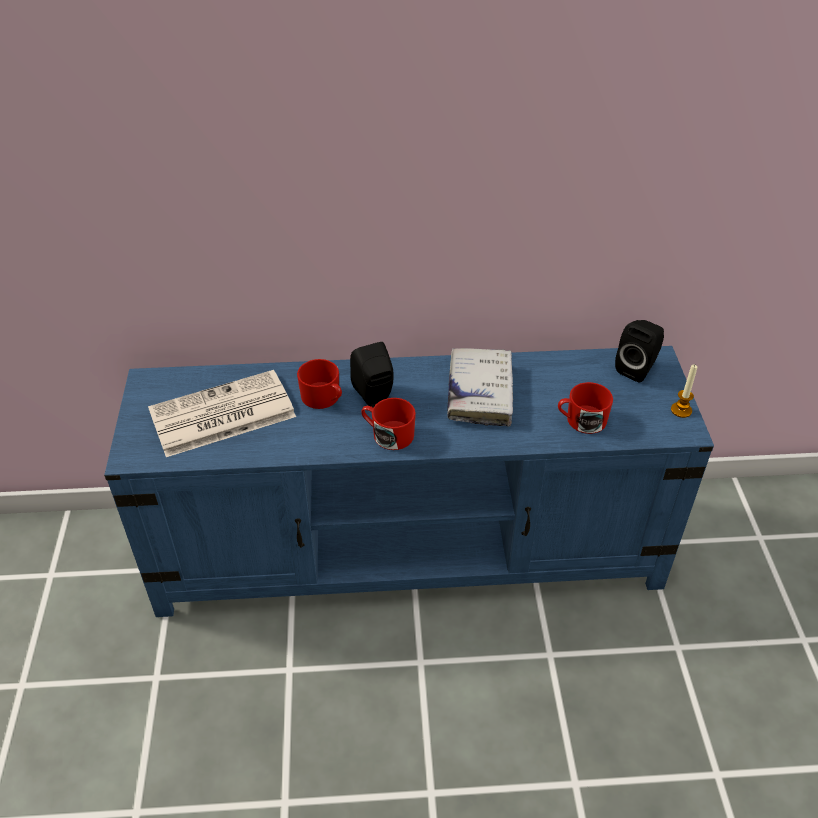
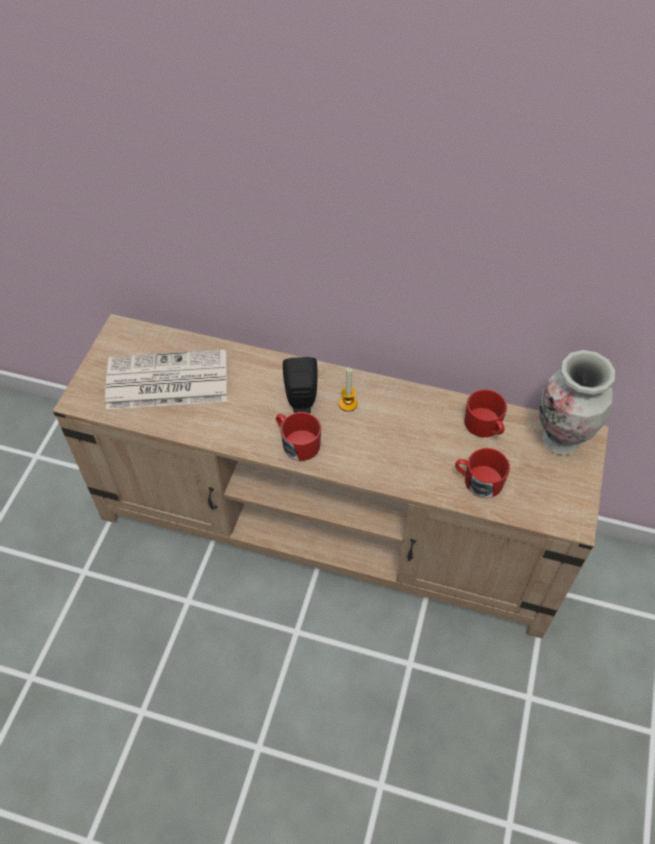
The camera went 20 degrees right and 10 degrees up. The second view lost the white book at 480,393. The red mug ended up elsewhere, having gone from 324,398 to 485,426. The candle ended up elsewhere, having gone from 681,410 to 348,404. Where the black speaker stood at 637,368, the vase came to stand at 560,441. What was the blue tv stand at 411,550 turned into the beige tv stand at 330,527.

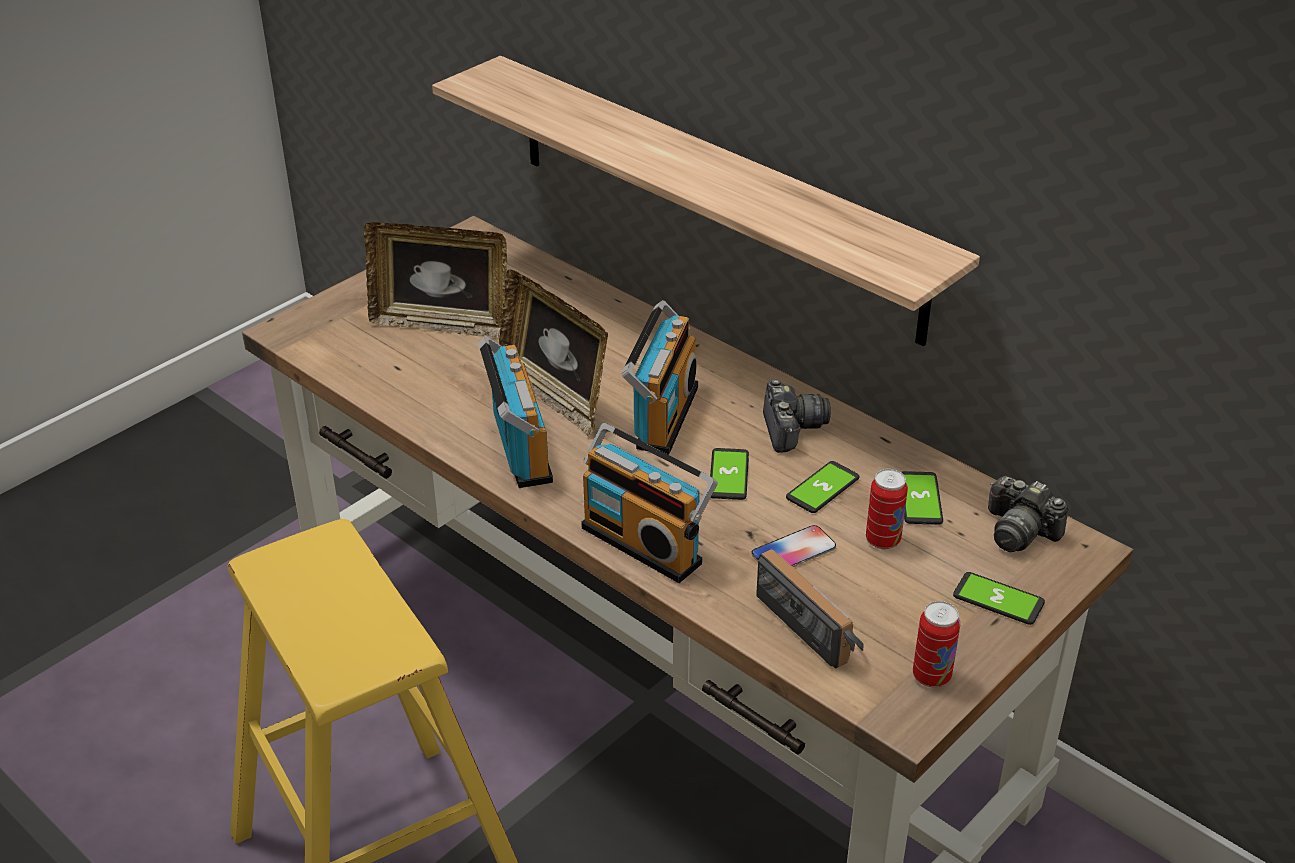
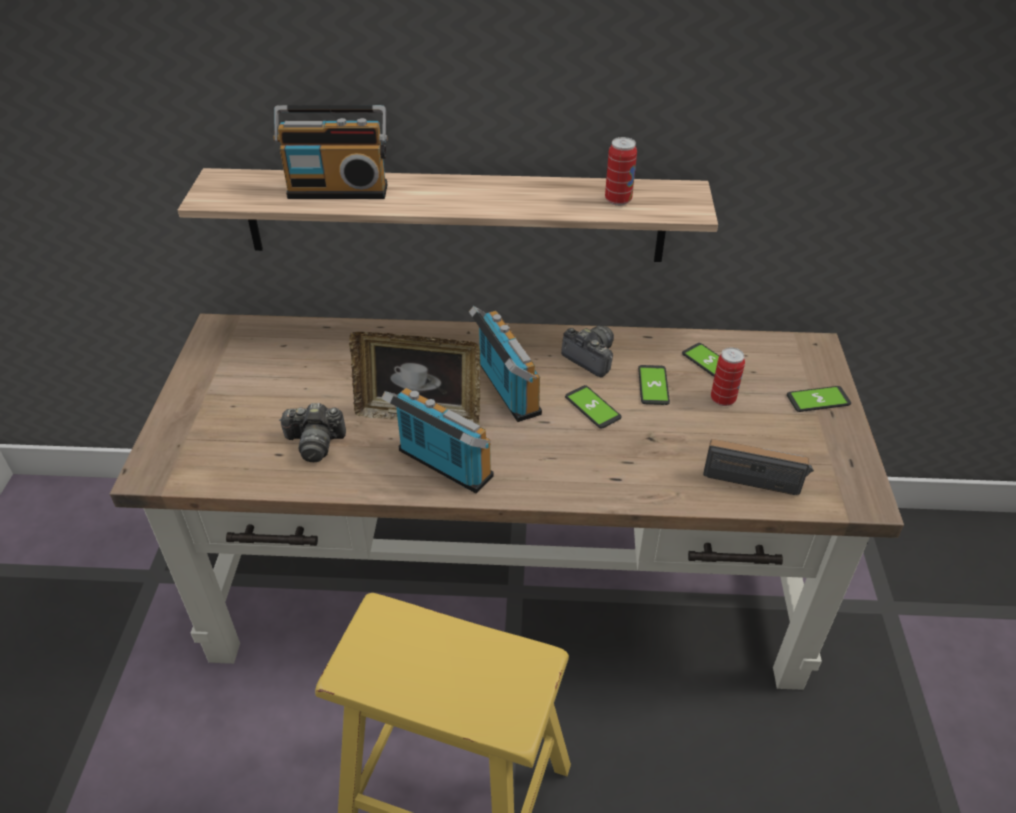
The camera went 40 degrees left and 5 degrees up. The second view lost the picture frame at 442,324. The second view lost the phone at 793,551. The radio ended up elsewhere, having gone from 645,542 to 339,189. The can ended up elsewhere, having gone from 931,676 to 618,200. The photo camera ended up elsewhere, having gone from 1019,531 to 315,443.

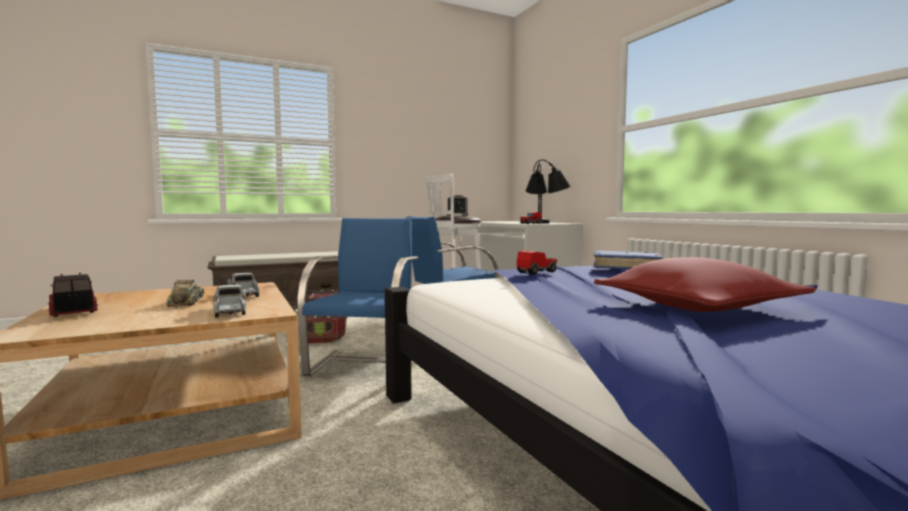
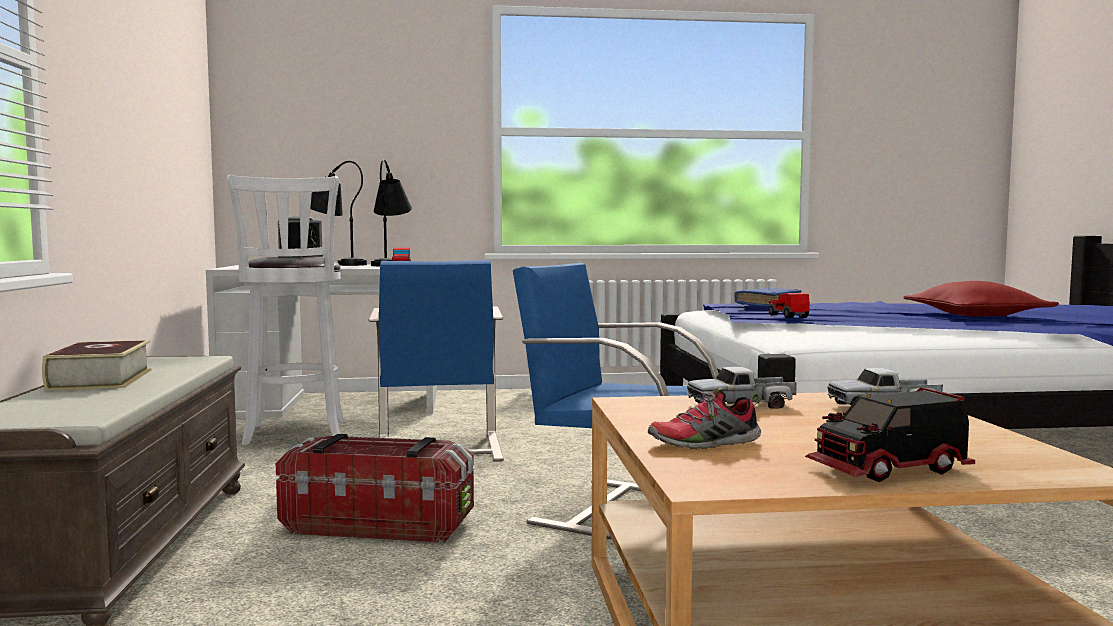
The camera went 70 degrees left and 0 degrees up. The second view lost the toy car at 186,302. The second view gained the book at 101,379. The second view gained the shoe at 705,444.

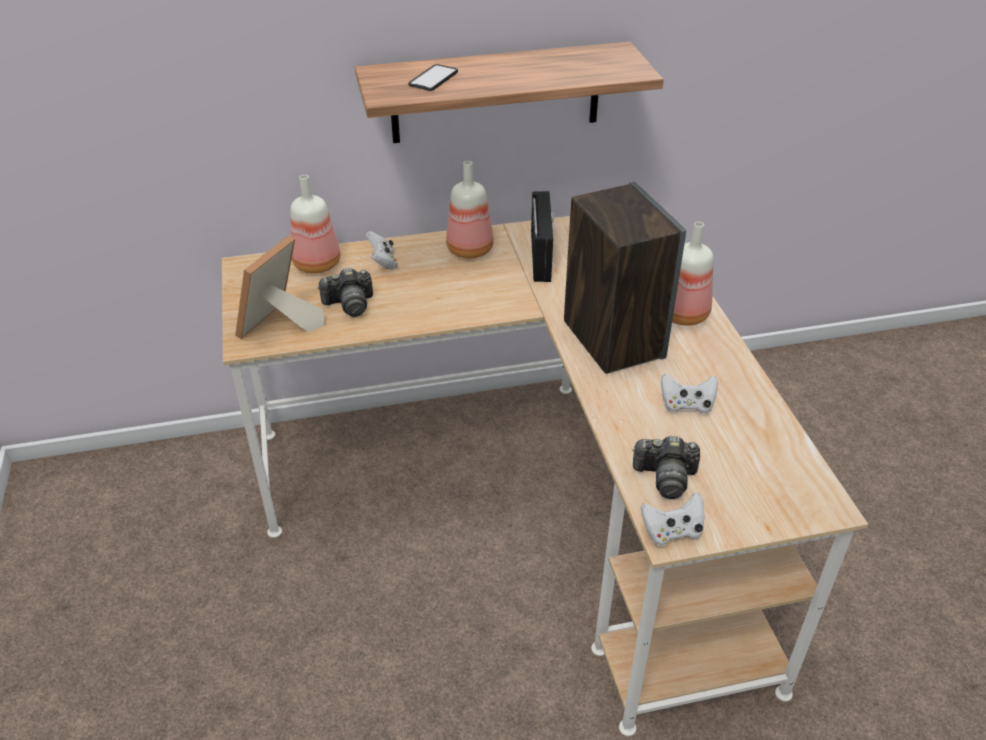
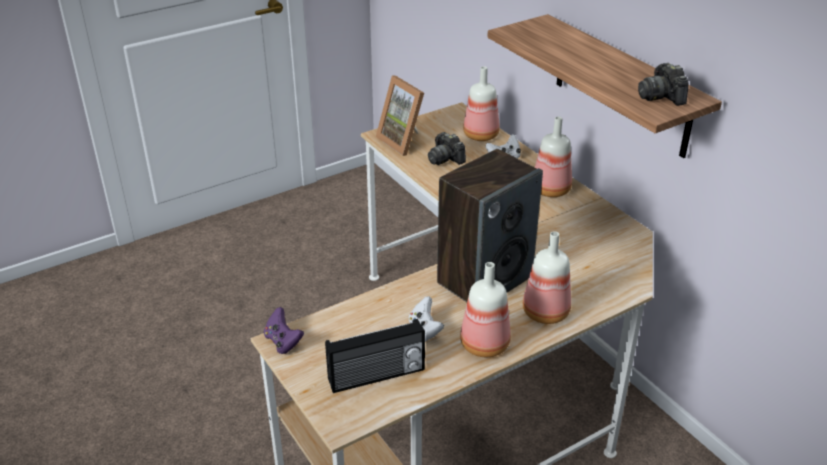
The camera went 70 degrees right and 5 degrees down. The second view lost the phone at 433,78. The second view gained the bottle at 483,344. The radio ended up elsewhere, having gone from 542,256 to 377,376. The photo camera ended up elsewhere, having gone from 665,477 to 661,96. What was the white game controller at 672,532 turned into the purple game controller at 283,342. The picture frame at 279,327 ended up facing another way, 135 degrees counterclockwise from before.

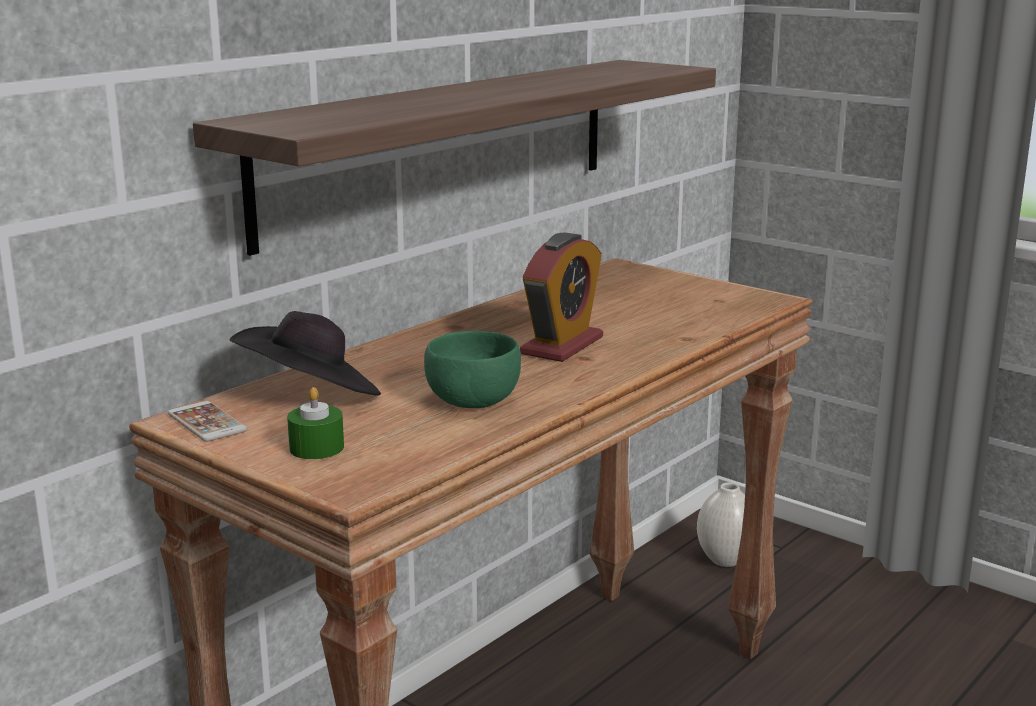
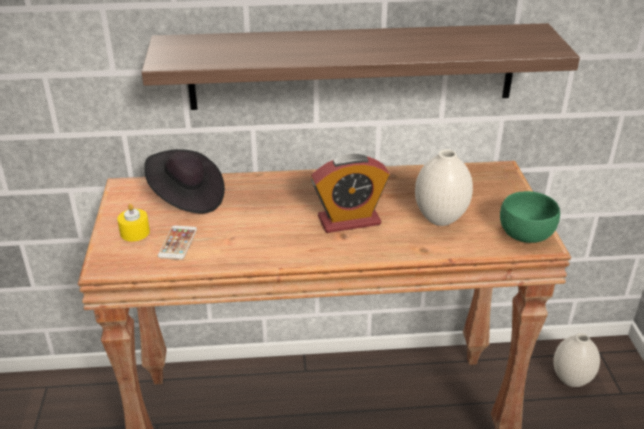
The camera went 45 degrees right and 15 degrees up. The second view gained the white vase at 440,218. The phone ended up elsewhere, having gone from 207,422 to 177,243. The green bowl ended up elsewhere, having gone from 472,400 to 525,234. What was the green candle at 316,448 turned into the yellow candle at 135,232.

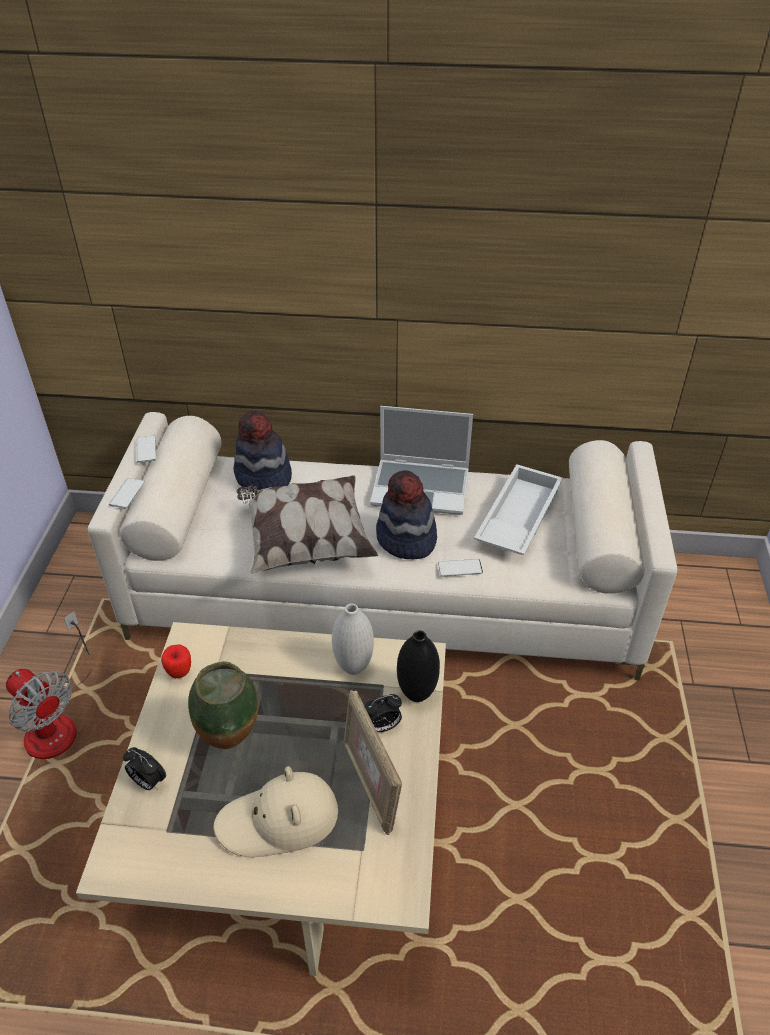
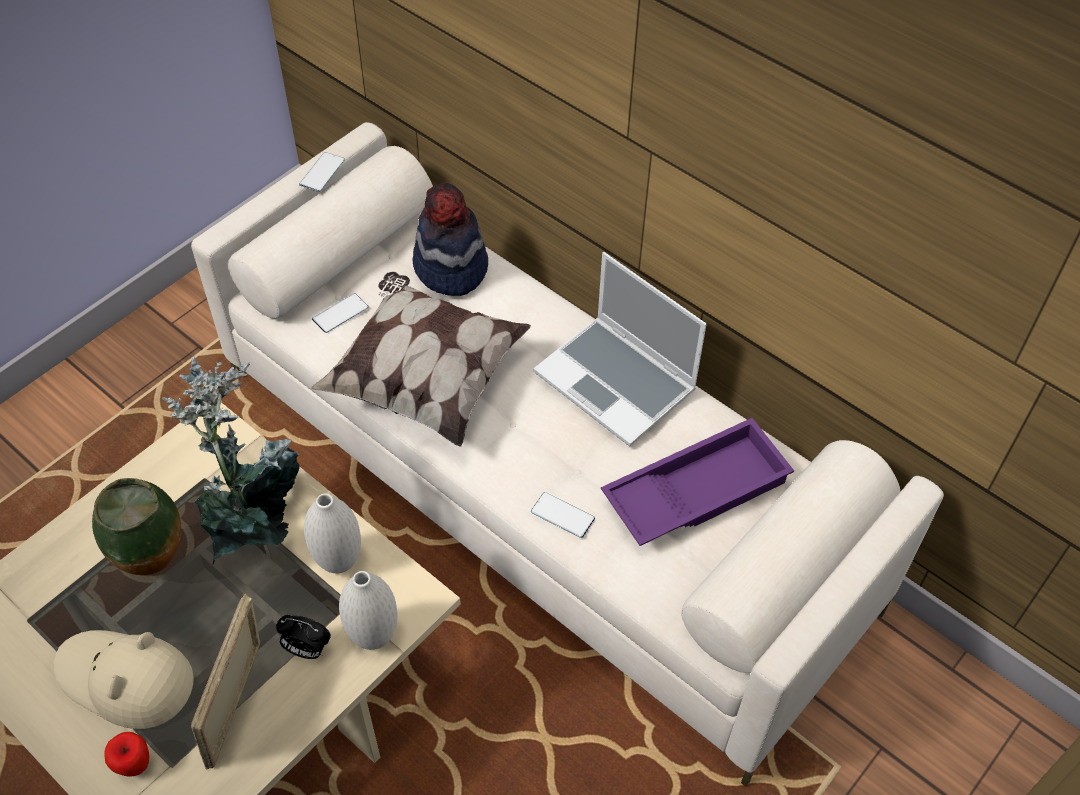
The camera went 35 degrees right and 10 degrees up. The second view lost the fan at 57,721. The second view lost the alarm clock at 148,781. The second view lost the hat at 406,539. The second view gained the potted plant at 256,522. The phone ended up elsewhere, having gone from 127,493 to 340,313. The apple ended up elsewhere, having gone from 180,673 to 135,766. What was the black vase at 417,694 turned into the white vase at 373,637. What was the white tray at 516,517 turned into the purple tray at 695,489.

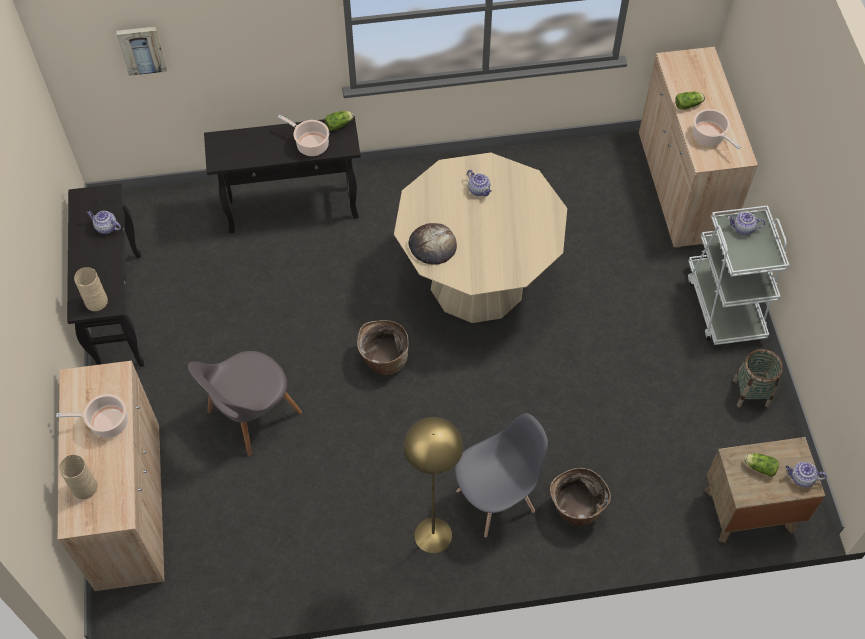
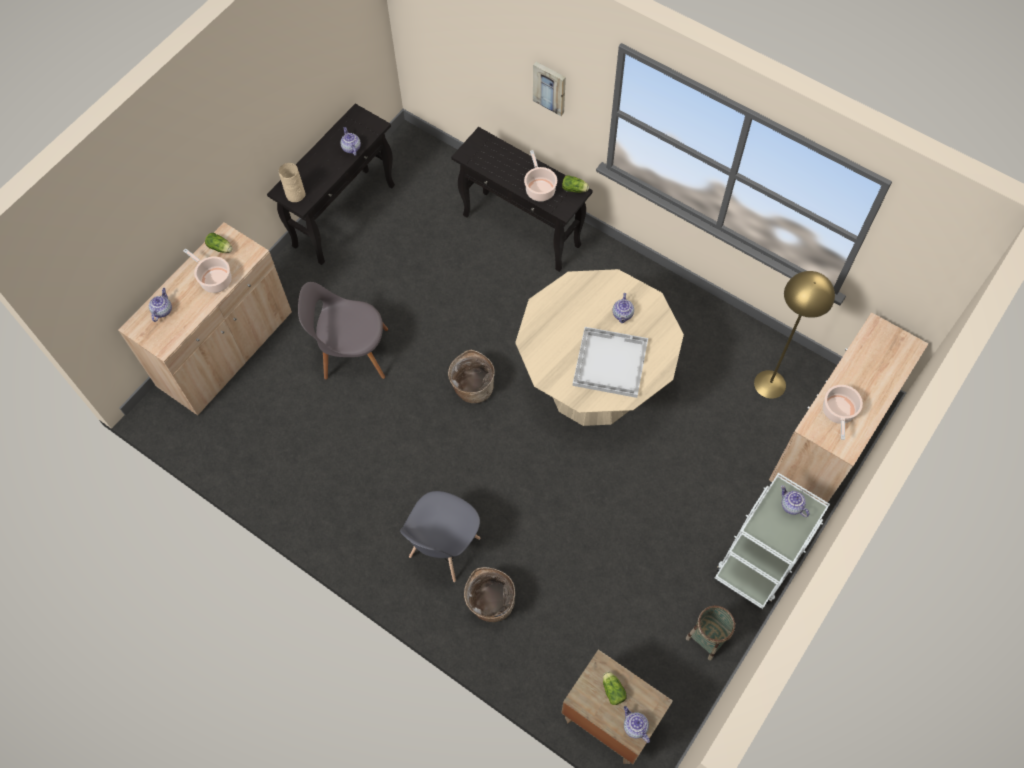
The camera went 45 degrees right and 5 degrees up. The second view lost the bread at 432,245. The second view gained the white tray at 609,362. The picture ended up elsewhere, having gone from 142,49 to 550,87. The yellow floor lamp ended up elsewhere, having gone from 433,535 to 770,384. The lettuce ended up elsewhere, having gone from 689,105 to 221,248. Where the beige vase stood at 84,487, the teapot came to stand at 162,310. The grey chair at 496,500 ended up facing another way, 105 degrees clockwise from before.

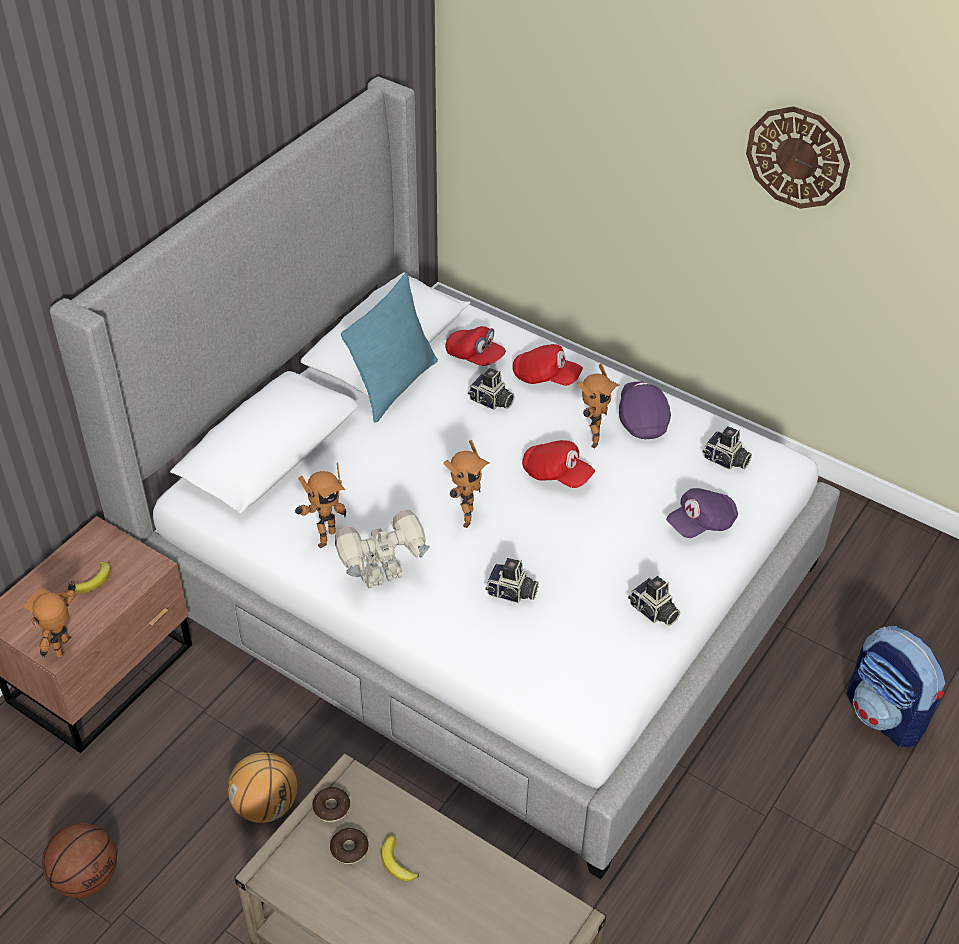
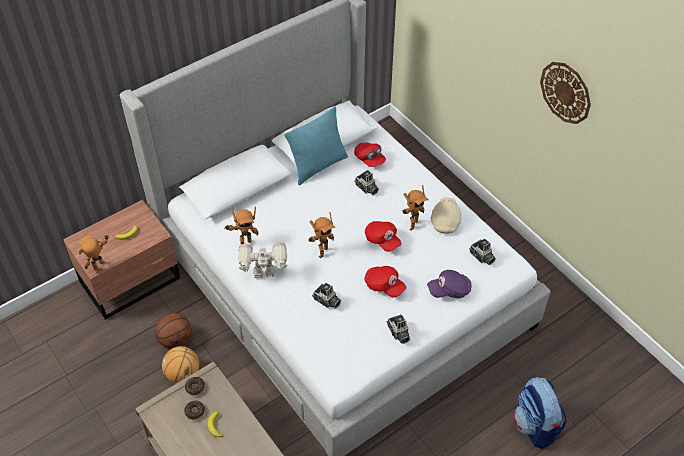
The camera went 20 degrees right and 5 degrees up. The basketball ended up elsewhere, having gone from 86,876 to 176,340. The red cap ended up elsewhere, having gone from 545,377 to 384,286. What was the purple cap at 642,420 turned into the beige cap at 445,220.

